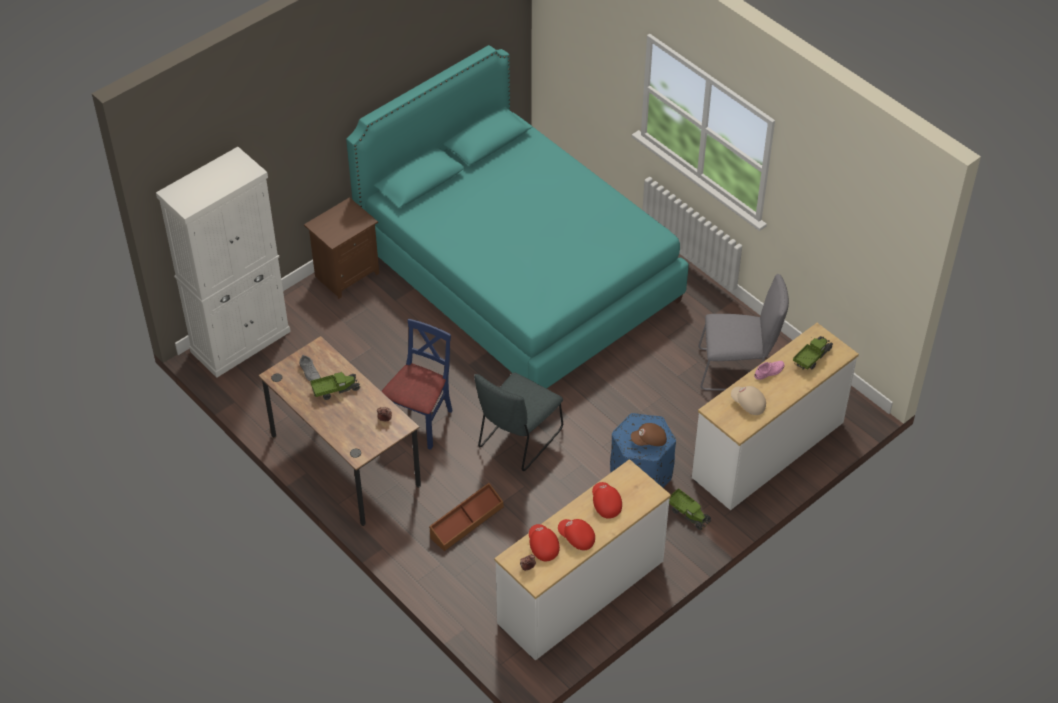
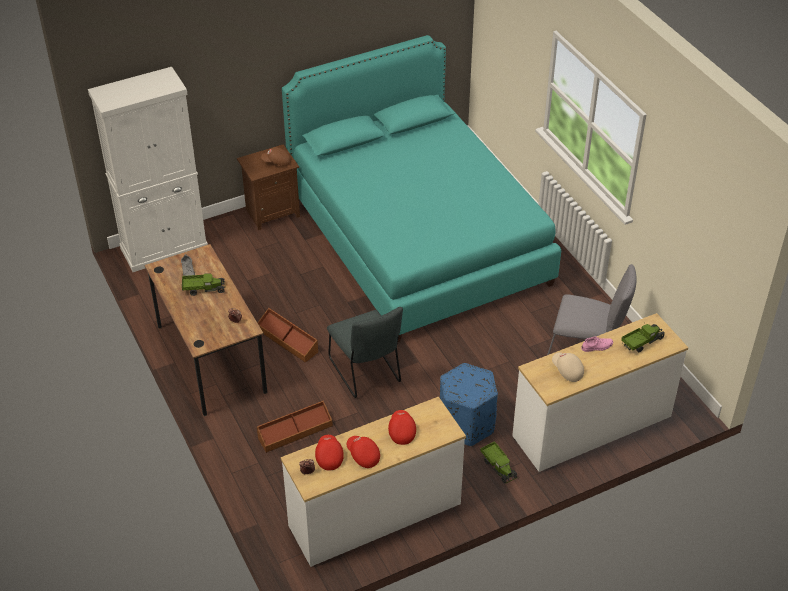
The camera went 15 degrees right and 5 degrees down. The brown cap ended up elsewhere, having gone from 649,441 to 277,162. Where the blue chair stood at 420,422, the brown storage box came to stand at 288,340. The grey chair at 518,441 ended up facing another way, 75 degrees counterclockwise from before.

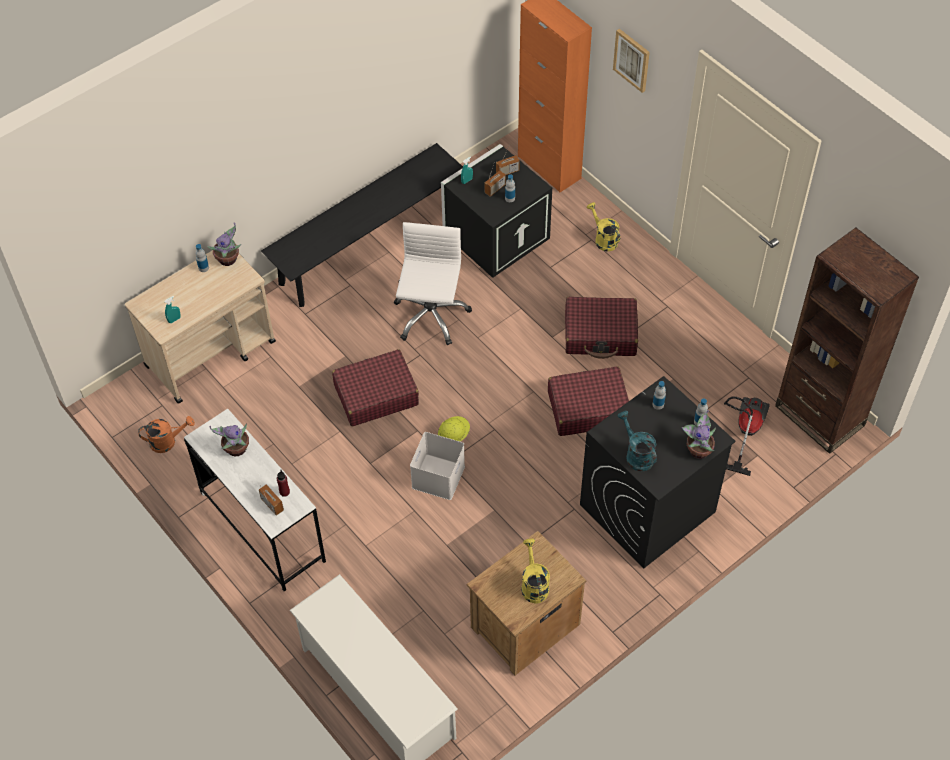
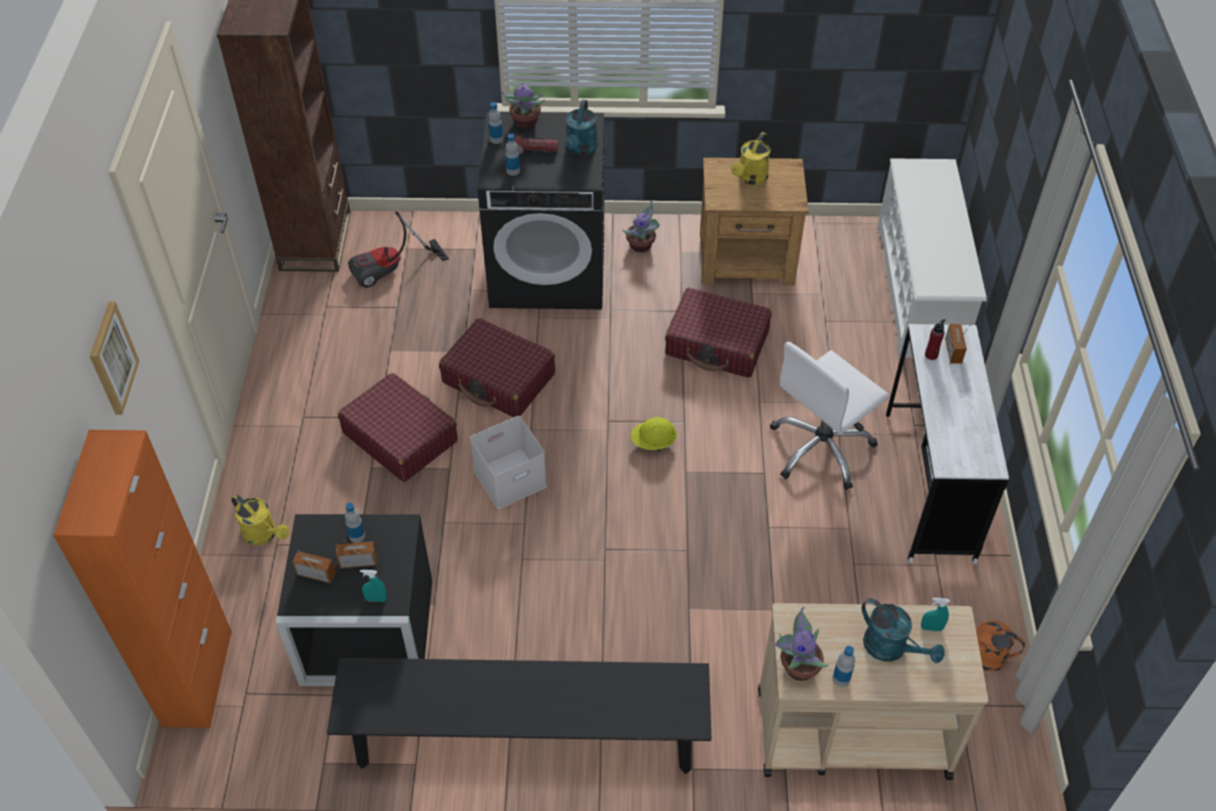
The camera went 140 degrees left and 5 degrees down. The second view gained the flashlight at 533,150. The second view gained the turquoise watering can at 891,649. The potted plant ended up elsewhere, having gone from 235,449 to 642,246. The red suitcase ended up elsewhere, having gone from 375,395 to 717,343. The white office chair ended up elsewhere, having gone from 430,316 to 821,449. The white storage box ended up elsewhere, having gone from 439,478 to 510,477. The yellow watering can at 603,239 ended up facing another way, 60 degrees counterclockwise from before.

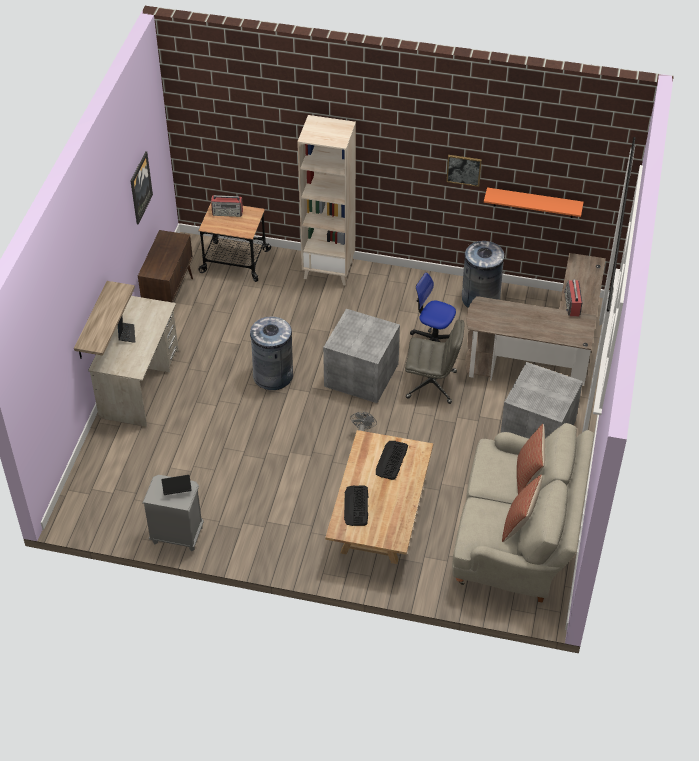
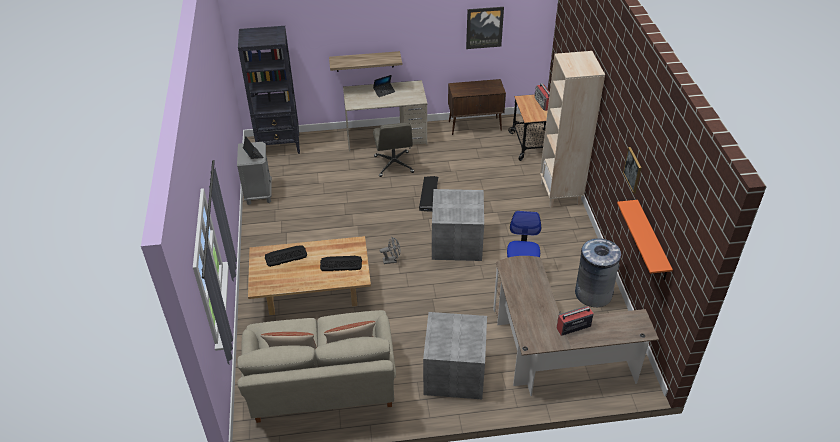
The camera went 70 degrees right and 5 degrees down. The second view gained the black bookcase at 279,145. The grey office chair ended up elsewhere, having gone from 432,385 to 394,165. Where the grey trash can stood at 273,375, the black storage box came to stand at 429,196.

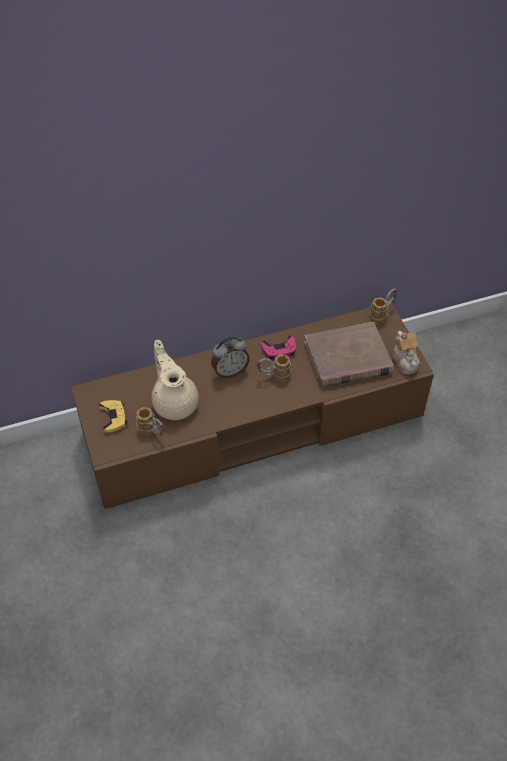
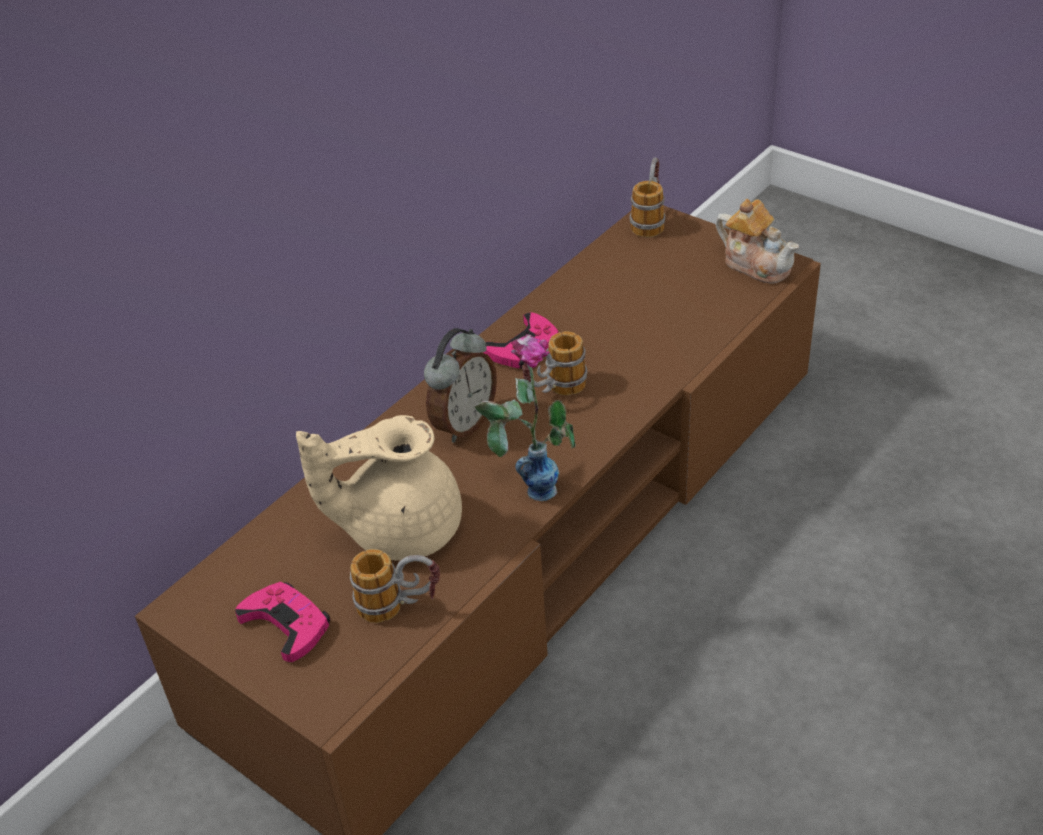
The camera went 30 degrees left and 10 degrees down. The second view lost the brown book at 347,358. The second view gained the vase at 528,481. What was the yellow game controller at 113,417 turned into the pink game controller at 286,624. The beige teapot at 175,402 ended up facing another way, 45 degrees counterclockwise from before.

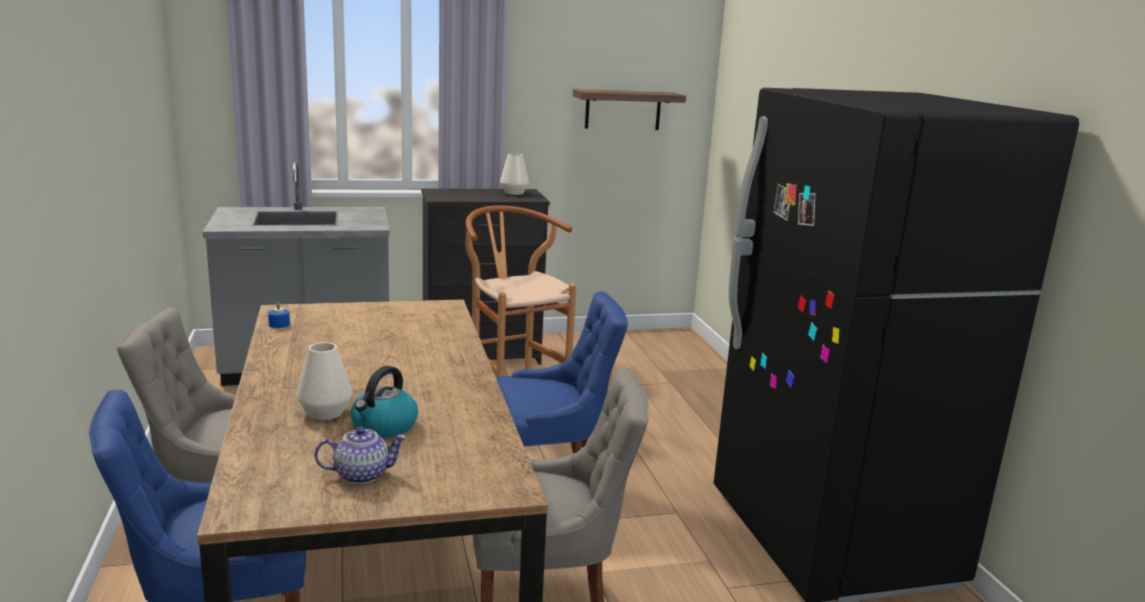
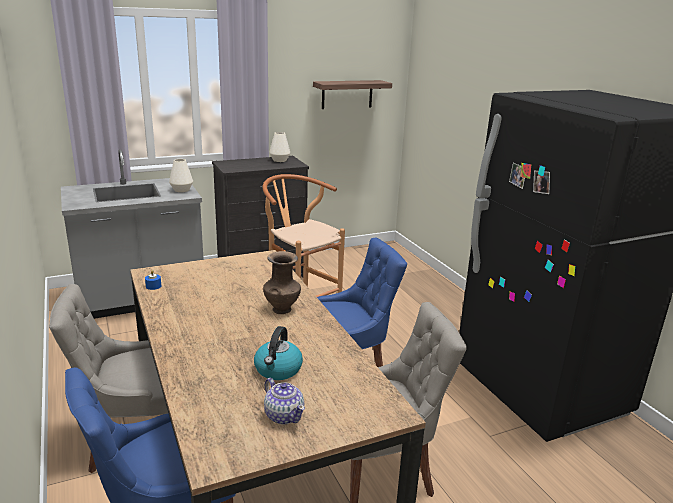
The camera went 10 degrees left and 5 degrees up. The second view gained the brown vase at 282,309. The white vase ended up elsewhere, having gone from 325,412 to 181,190. The teapot at 361,474 ended up facing another way, 75 degrees clockwise from before.

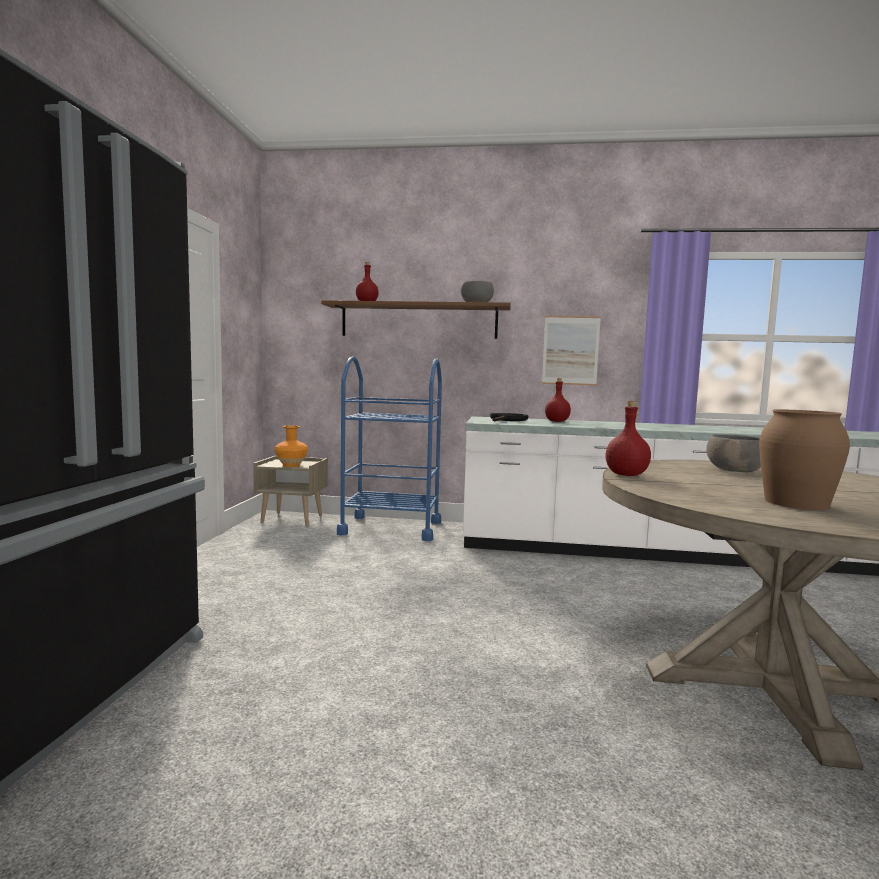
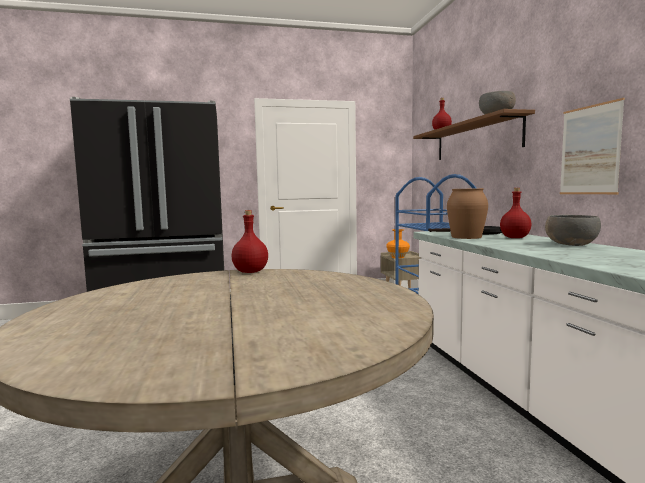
The camera went 70 degrees right and 0 degrees up. The grey bowl ended up elsewhere, having gone from 735,470 to 571,244. The brown vase ended up elsewhere, having gone from 797,503 to 466,237.

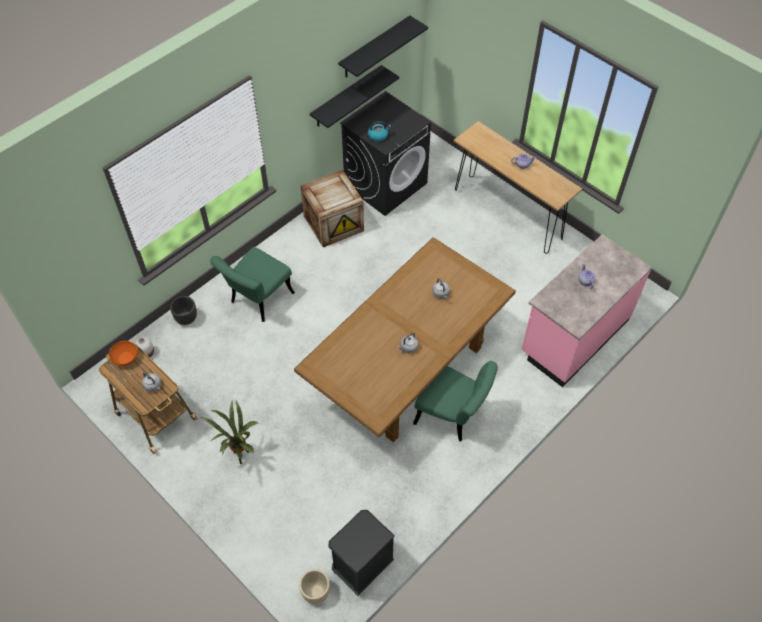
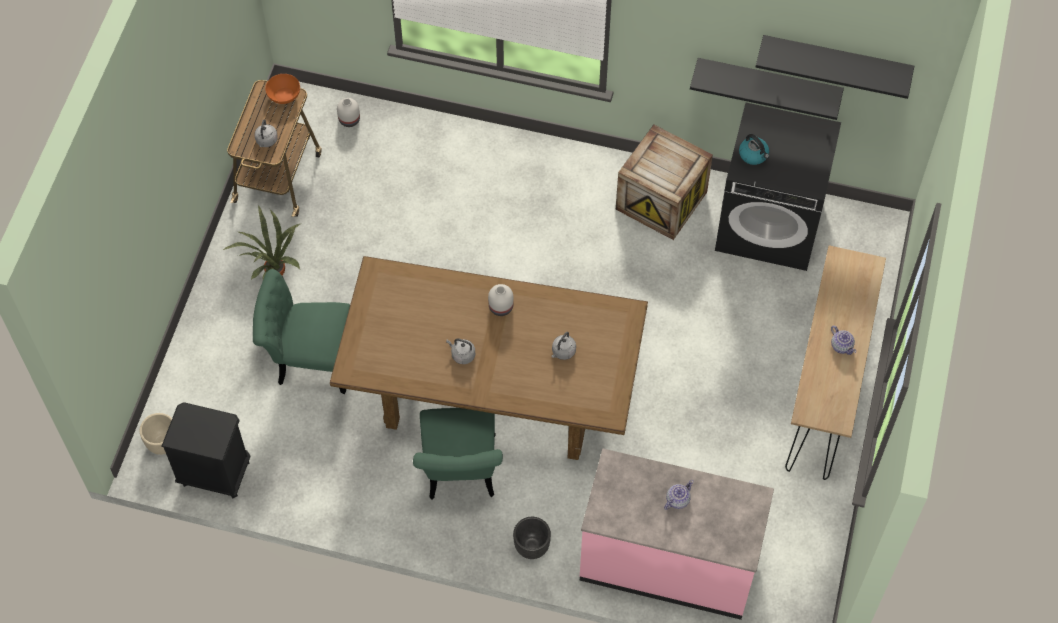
The camera went 60 degrees right and 5 degrees up. The second view gained the white vase at 501,308. The black planter ended up elsewhere, having gone from 187,318 to 532,547. The green chair ended up elsewhere, having gone from 257,300 to 308,359.

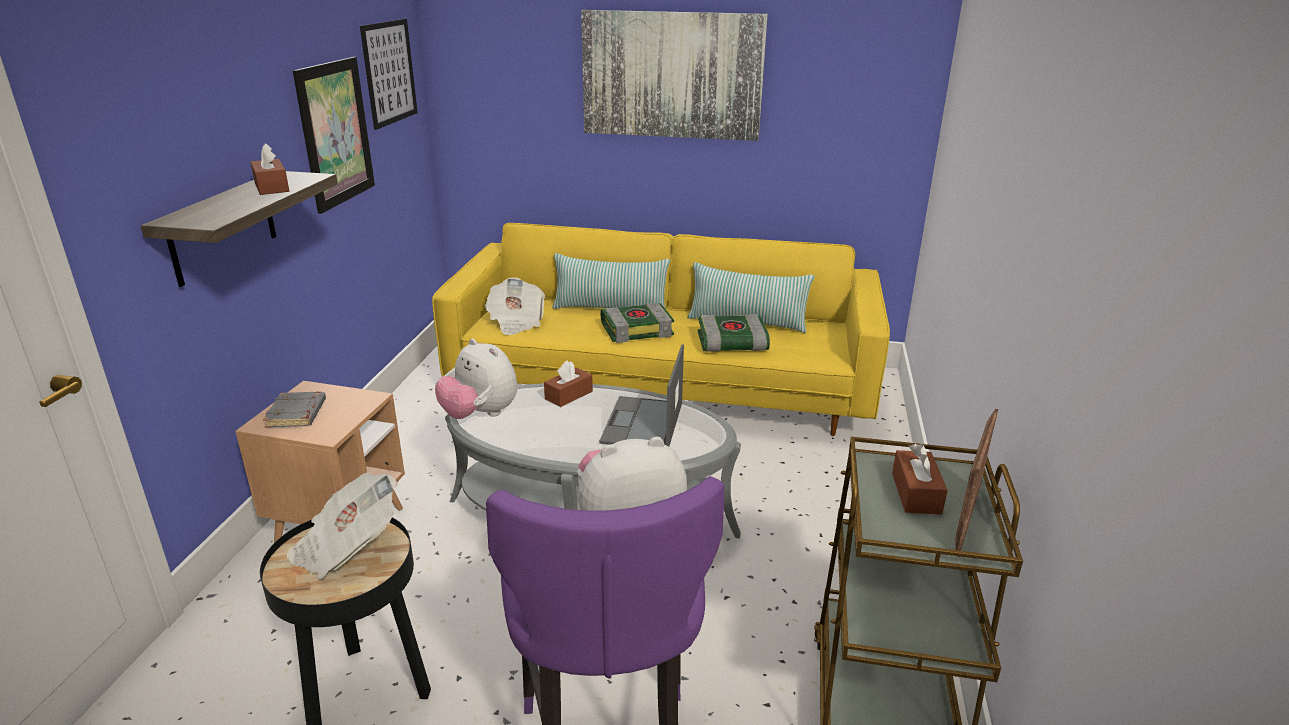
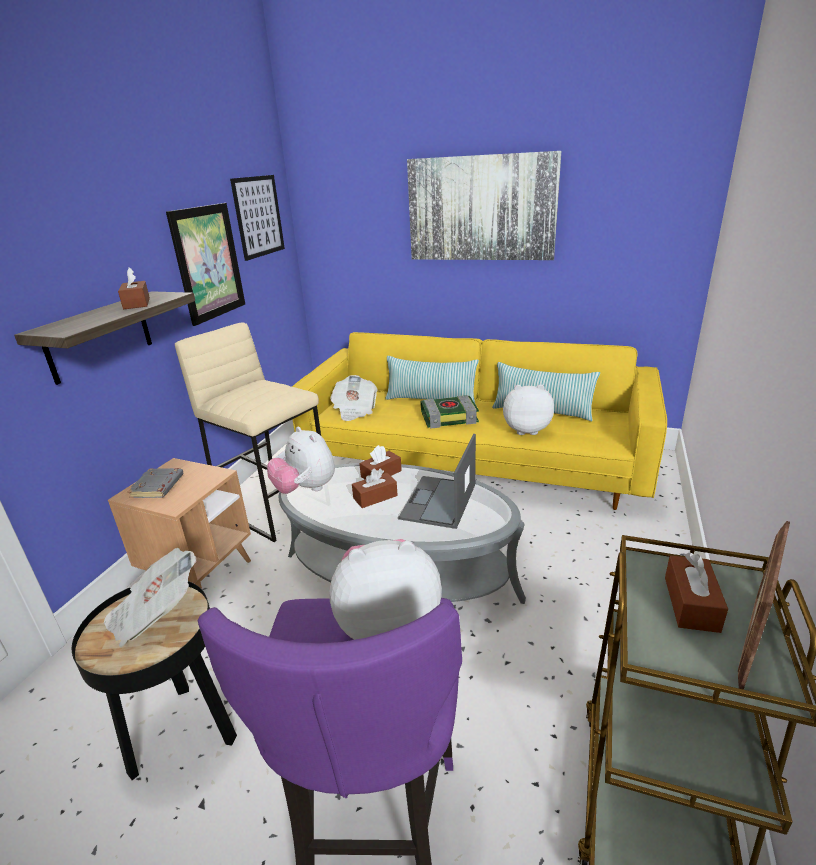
The camera went 10 degrees right and 0 degrees up. The second view gained the beige stool at 274,507. The second view gained the brown tissue box at 375,497. Where the book stood at 731,343, the plush toy came to stand at 526,430.

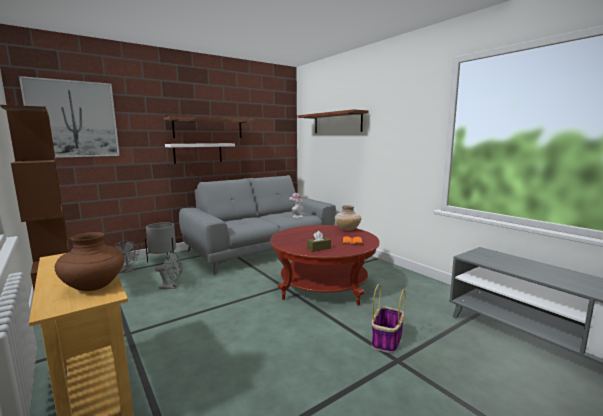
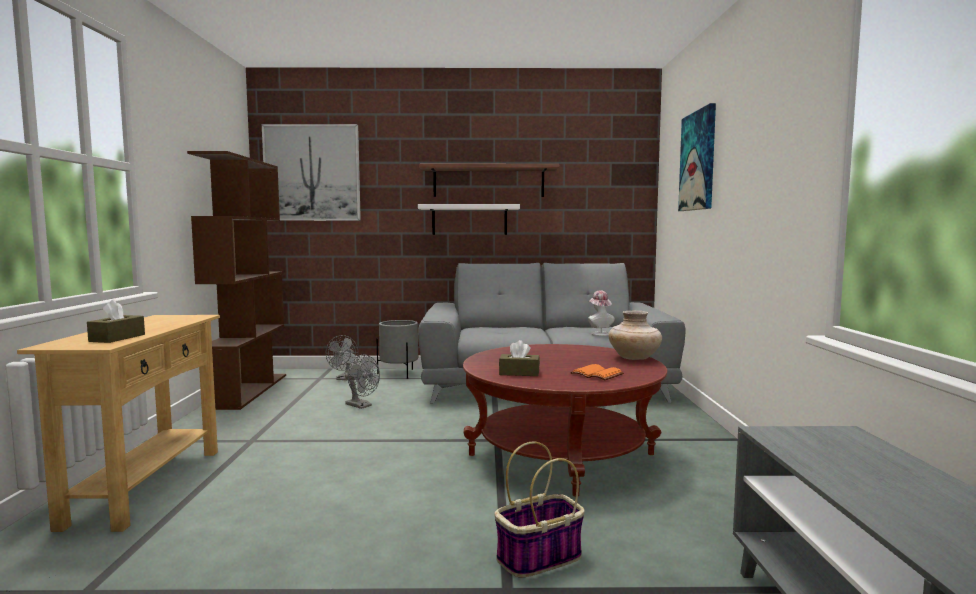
The camera went 35 degrees right and 5 degrees down. Where the brown vase stood at 94,286, the brown tissue box came to stand at 117,338. Where the shelf hung at 337,123, the picture came to hang at 698,161.

